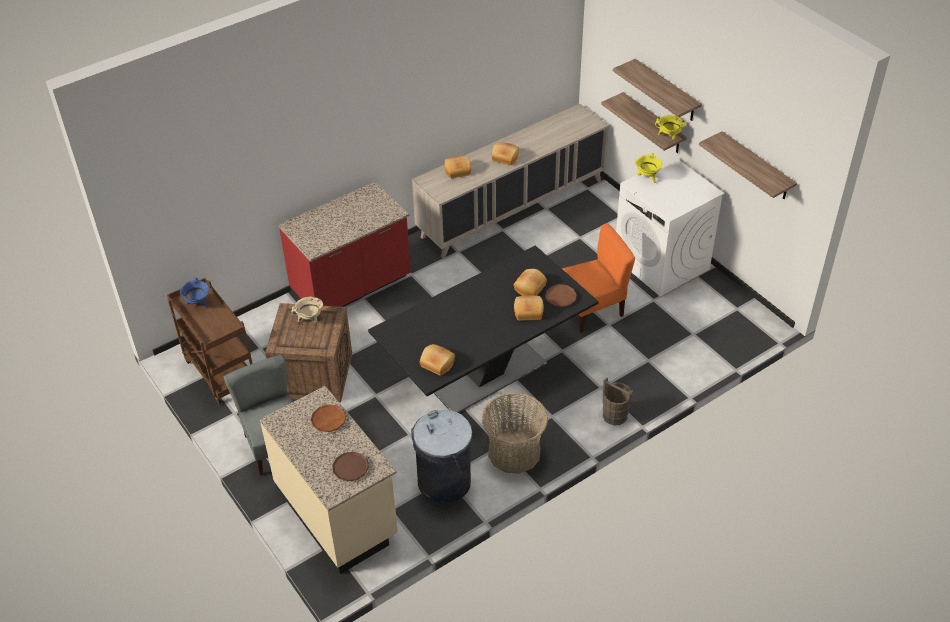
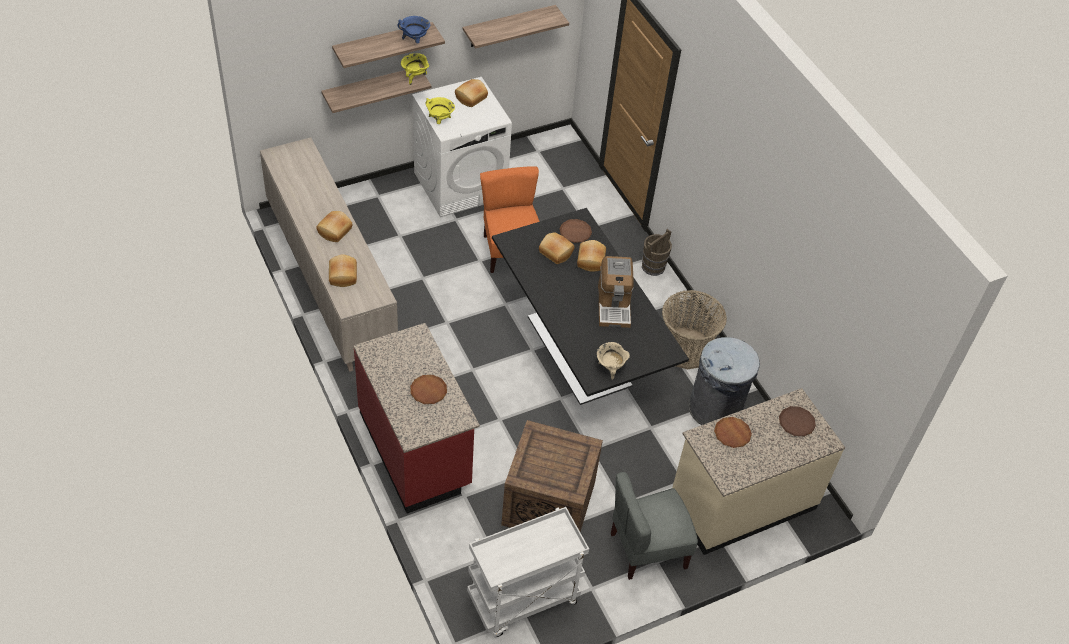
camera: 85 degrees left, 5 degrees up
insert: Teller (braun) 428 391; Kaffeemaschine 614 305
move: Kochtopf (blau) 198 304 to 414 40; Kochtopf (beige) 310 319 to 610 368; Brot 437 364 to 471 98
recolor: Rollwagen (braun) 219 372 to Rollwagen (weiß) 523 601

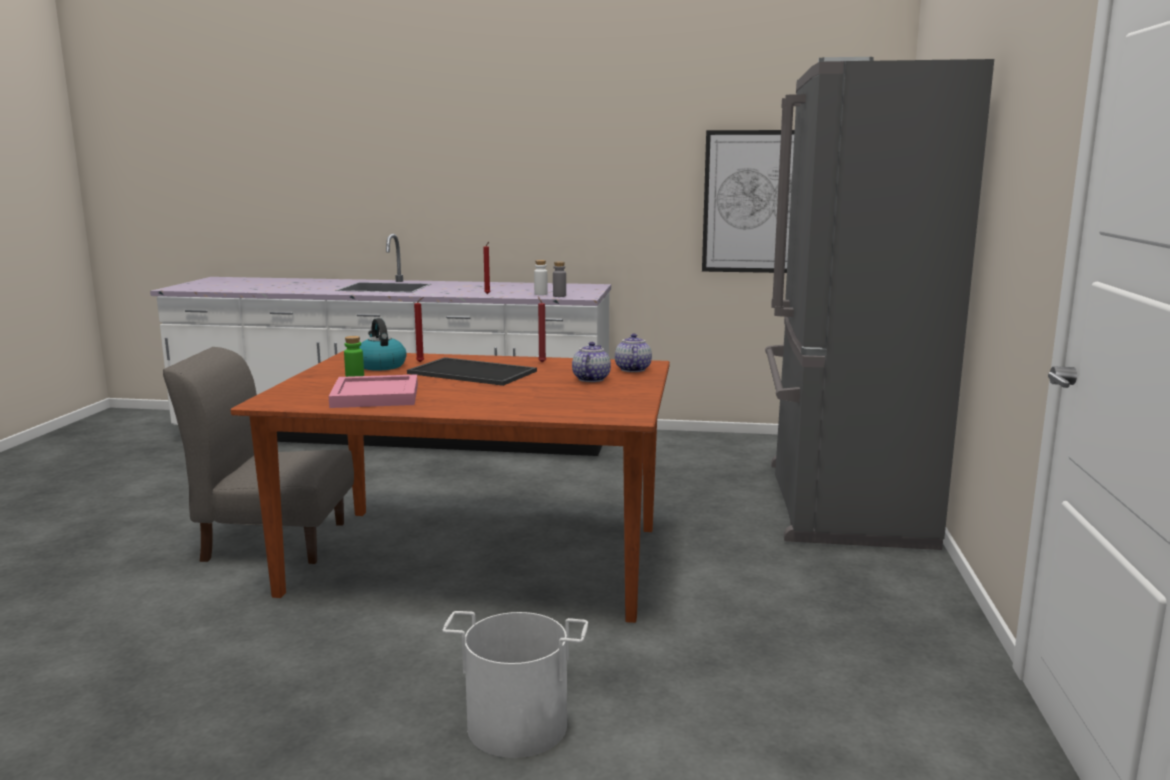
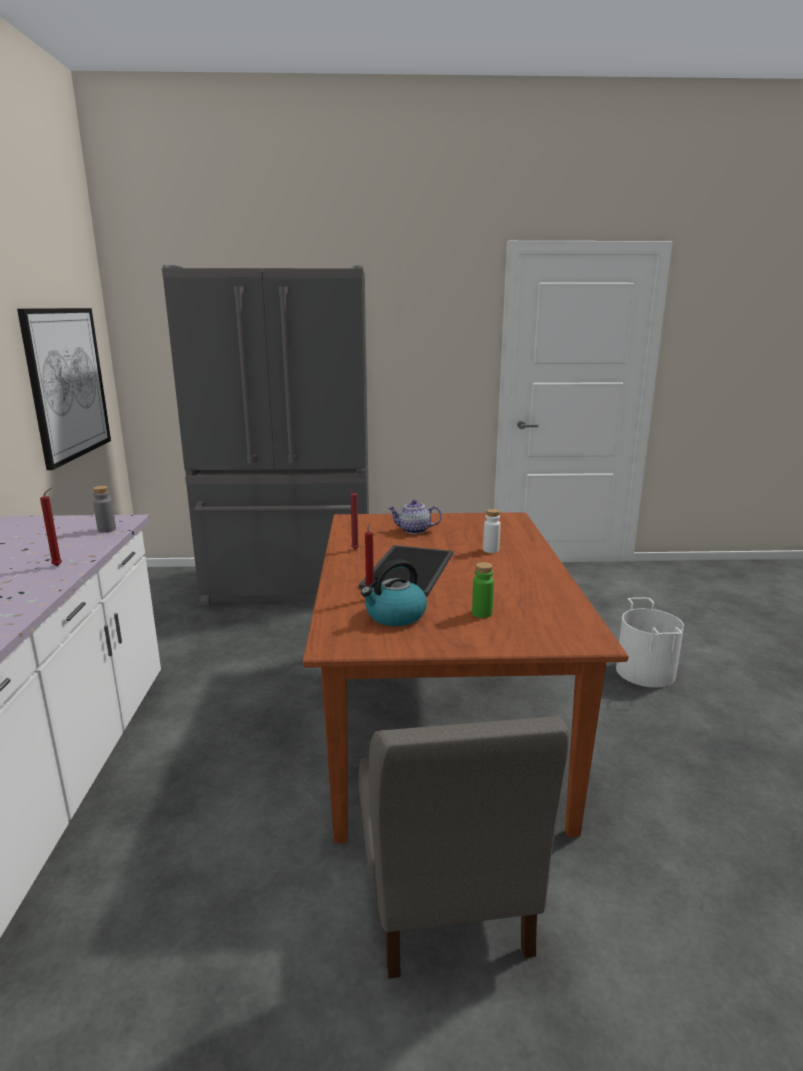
camera: 100 degrees left, 5 degrees up
delete: Tablett (rosa) 374 396; Teekanne 632 369
move: Flasche (weiß) 541 294 to 491 550

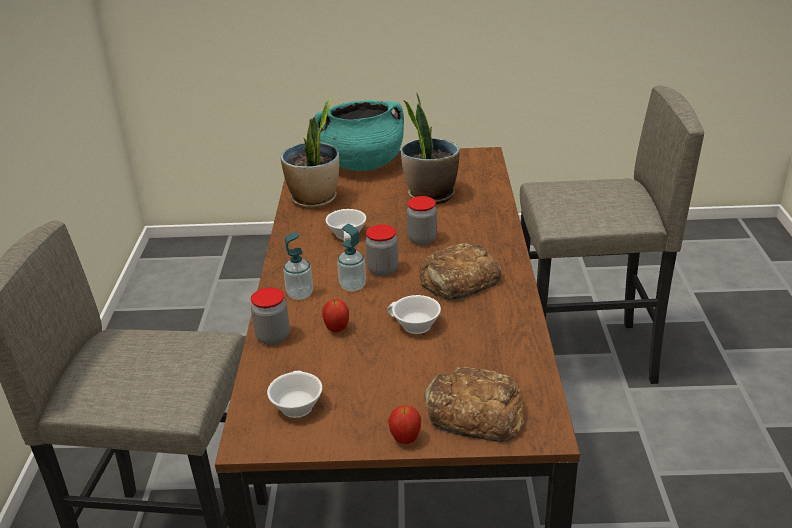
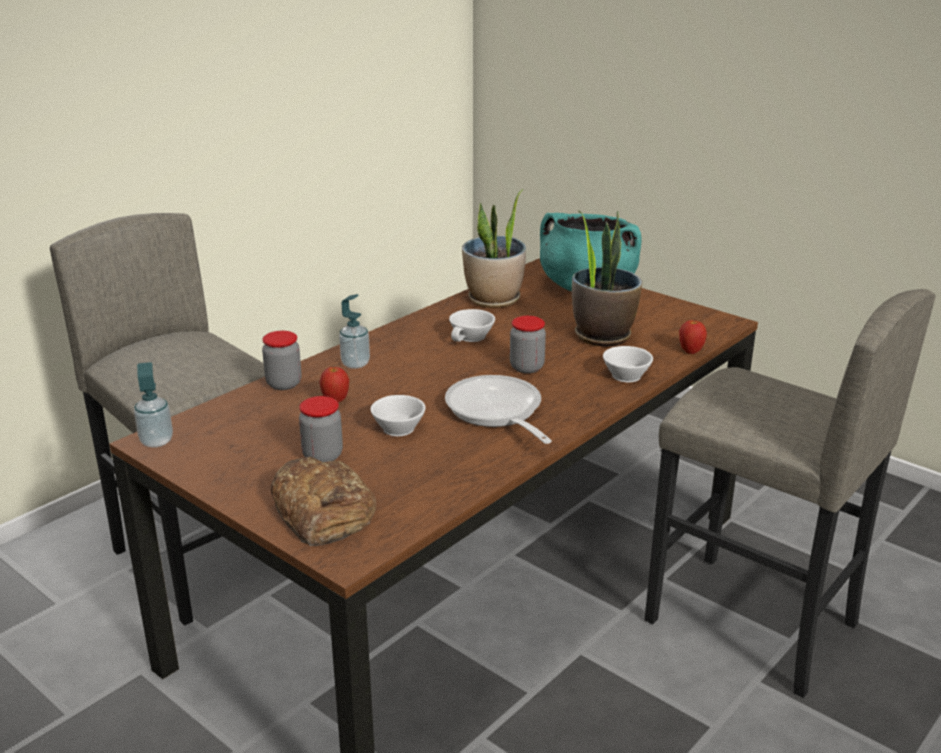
camera: 40 degrees right, 5 degrees down
move: Tasse (weiß) 295 406 to 625 374; Seifenspender 353 286 to 156 441; Vorratsglas 383 270 to 322 456; Apfel 405 440 to 690 351
replace: Brot 458 281 to Pfanne 496 412

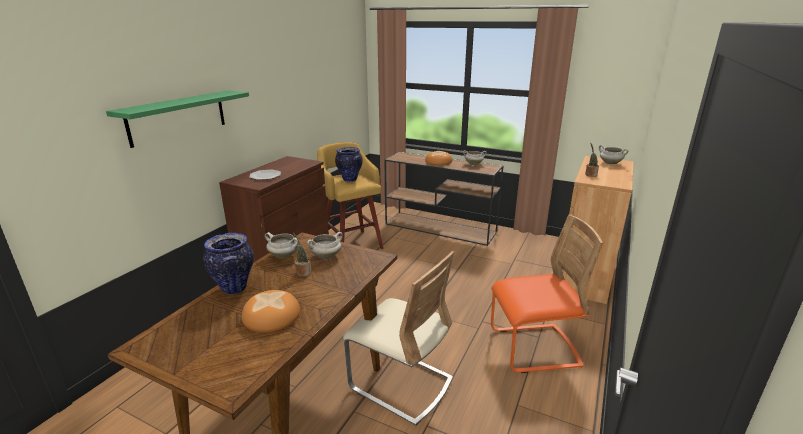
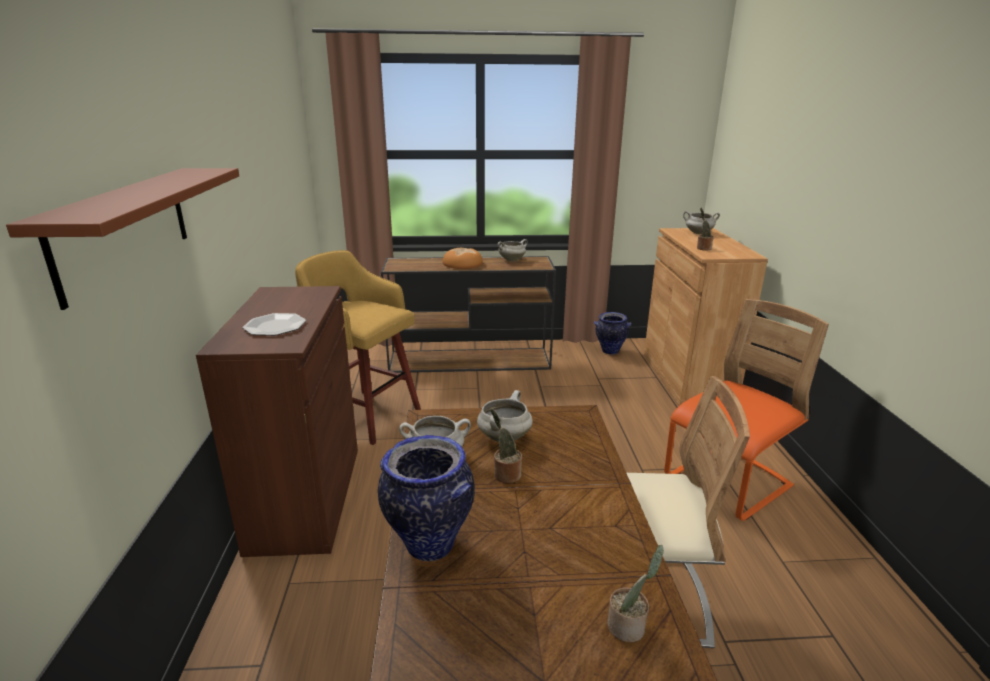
camera: 30 degrees left, 0 degrees up
delete: Brot 272 316
insert: Topfpflanze 629 626
move: Vase 349 179 to 609 351
recolor: Wandregal (grün) 178 117 to Wandregal (braun) 124 229

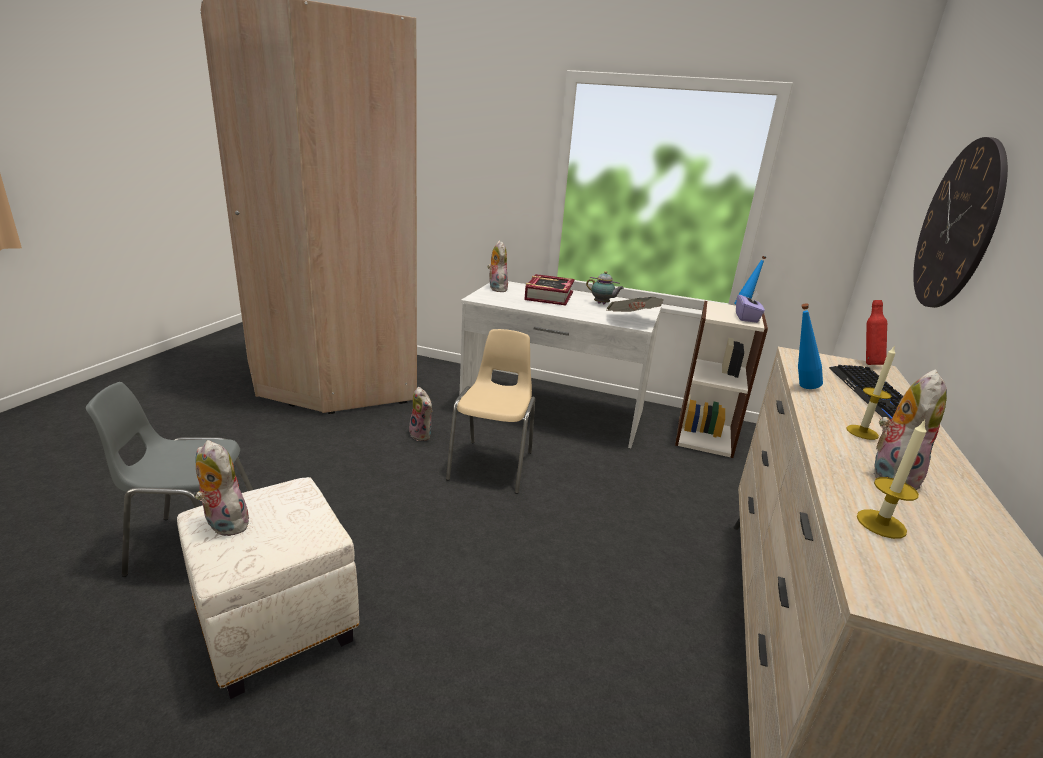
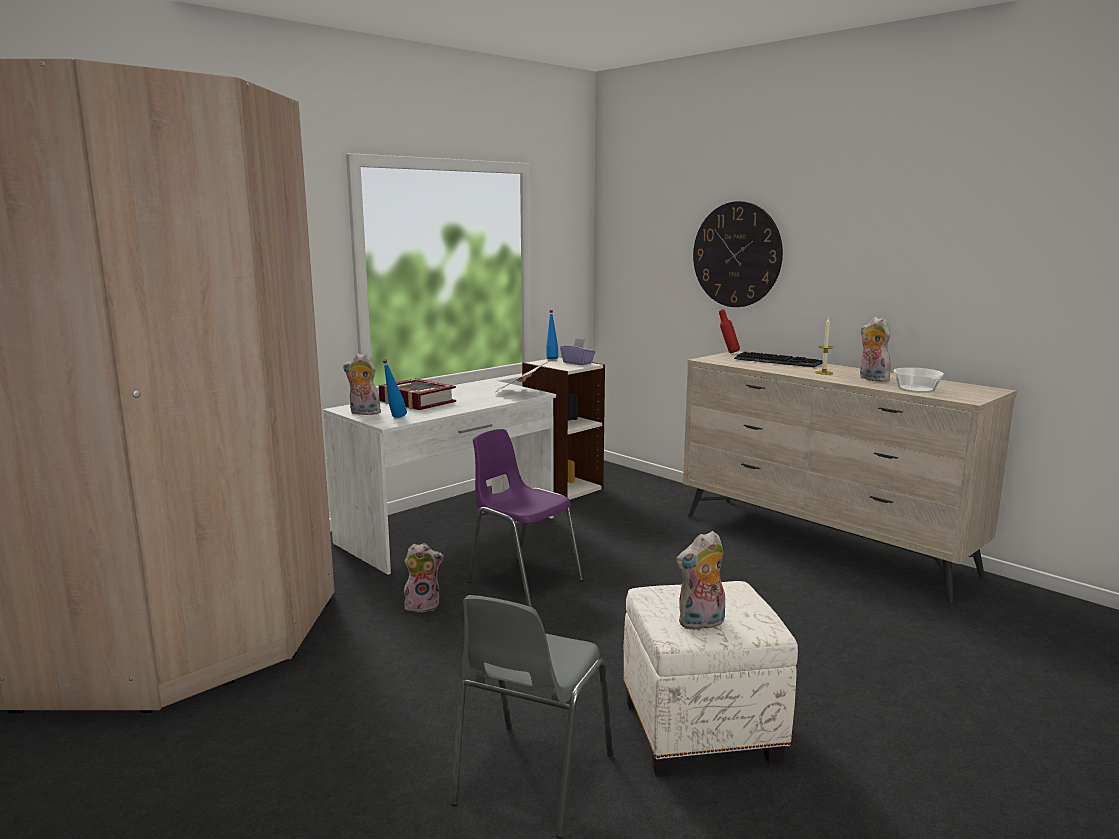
camera: 60 degrees left, 10 degrees down
delete: Teekanne 602 304
move: Flasche (blau) 798 387 to 395 418
replace: Kerze 881 524 to Schüssel 915 389
recolor: Stuhl (beige) 493 464 to Stuhl (lila) 522 581

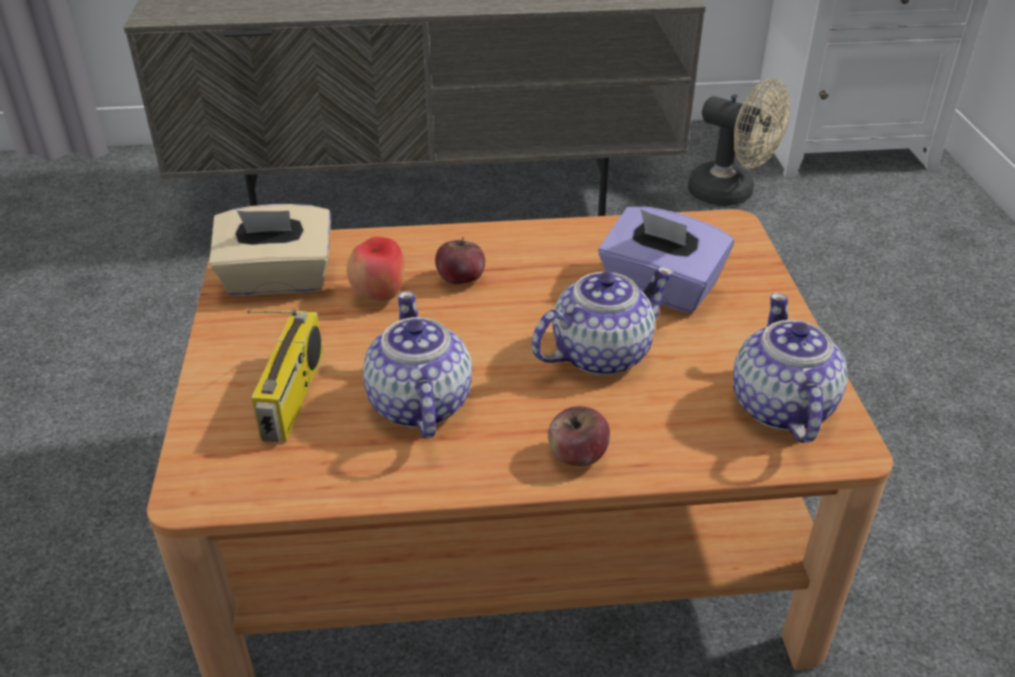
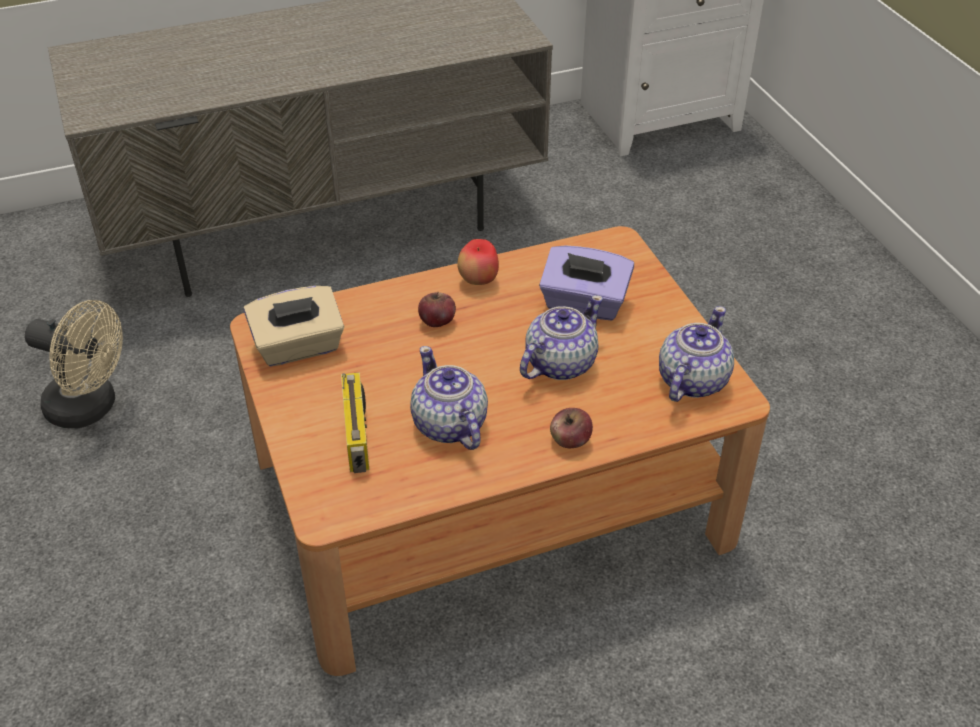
camera: 15 degrees left, 5 degrees up
move: Apfel 380 296 to 478 281; Ventilator (beige) 731 194 to 91 408
rotate: Teekanne 780 408 = 691 381 45 degrees clockwise

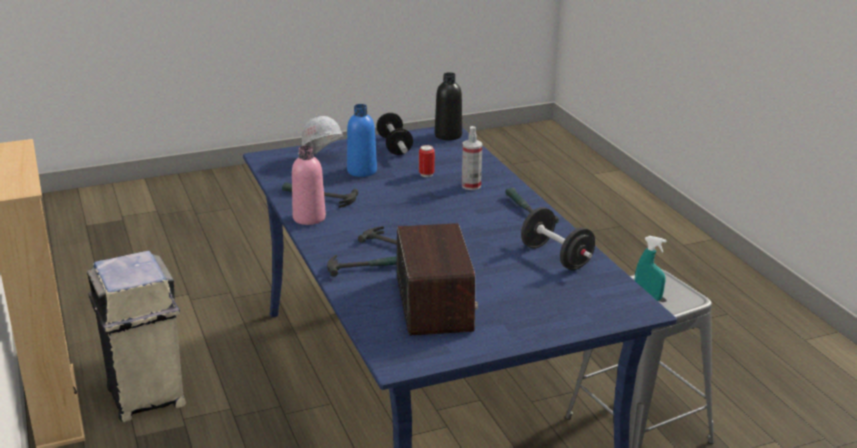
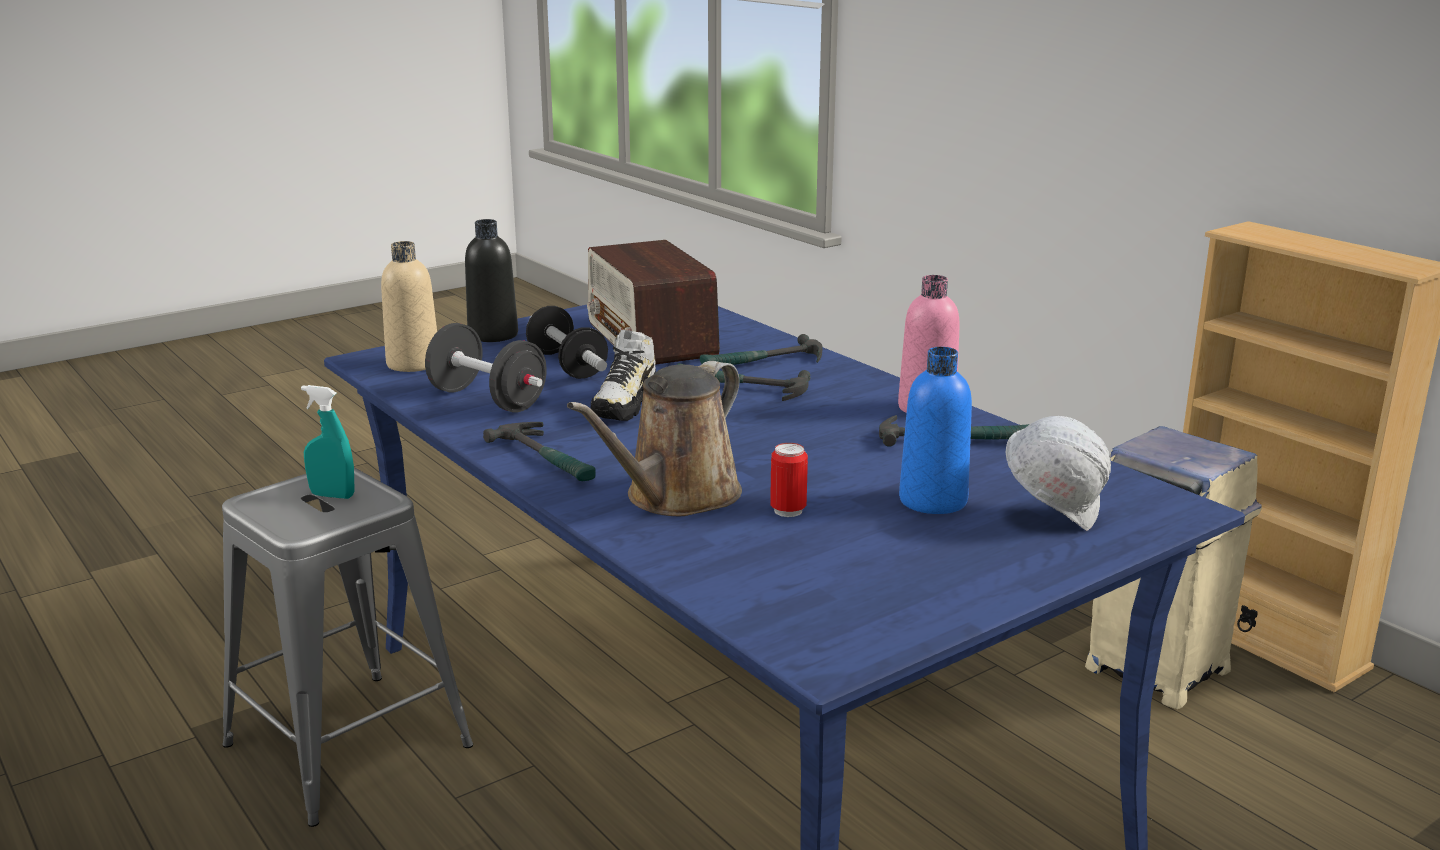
camera: 165 degrees right, 5 degrees down
insert: Flasche (beige) 413 364; Schuh 625 405
move: Hantel 394 146 to 567 365; Flasche (schwarz) 448 135 to 493 335
replace: Sprühflasche 471 186 to Gießkanne (braun) 676 497

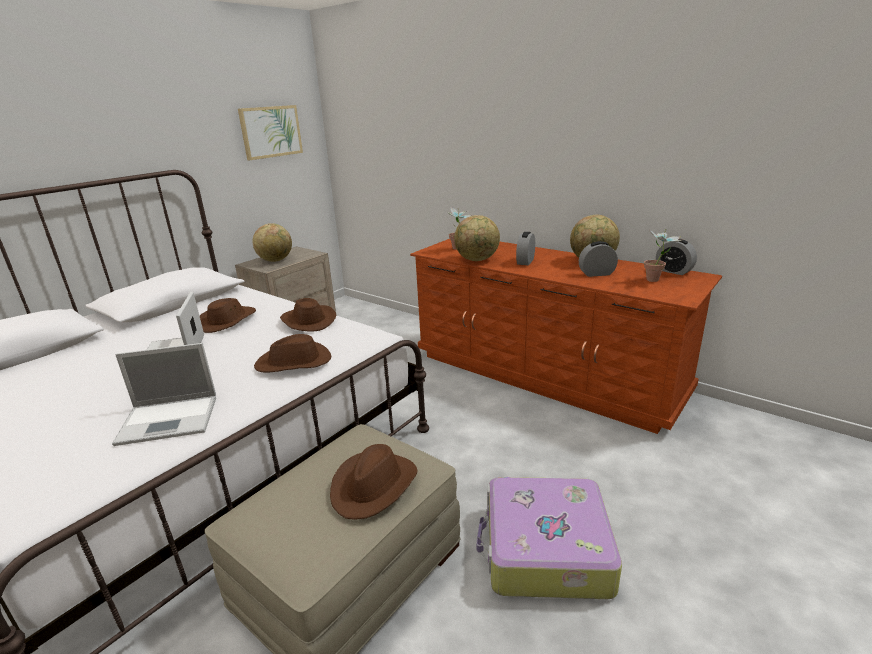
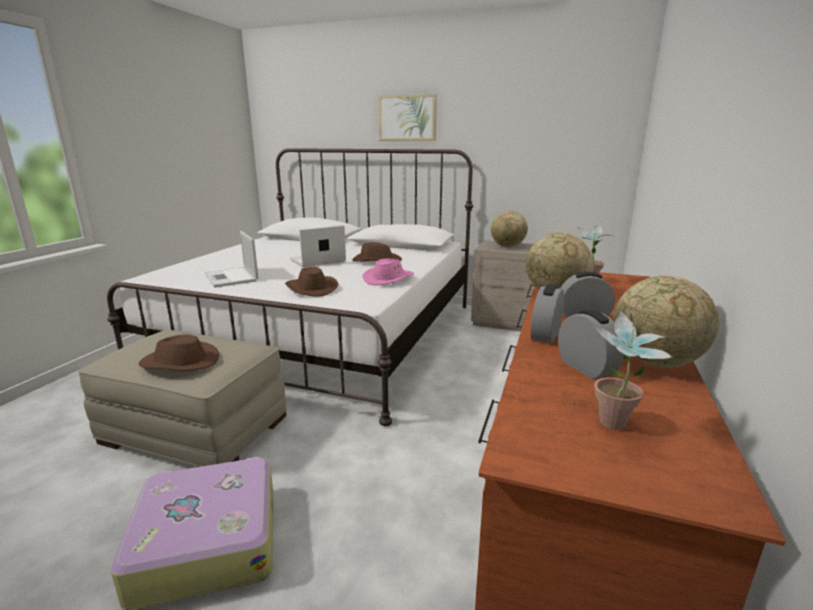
camera: 70 degrees right, 5 degrees down
move: Bild 271 132 to 407 118; Wecker 673 271 to 545 335
recolor: Hut (braun) 307 321 to Hut (rosa) 389 279

